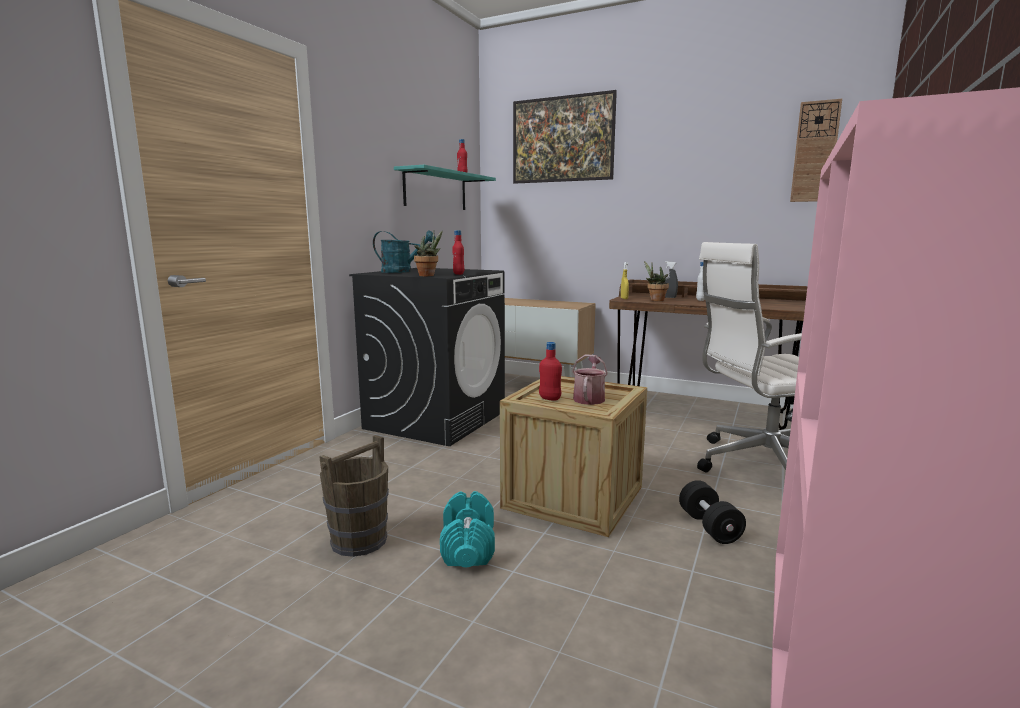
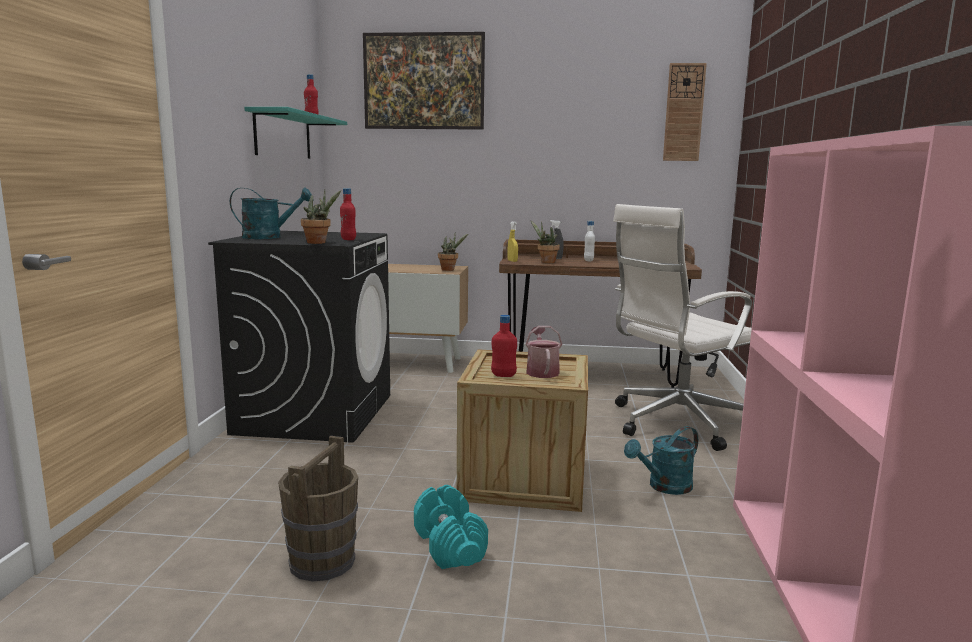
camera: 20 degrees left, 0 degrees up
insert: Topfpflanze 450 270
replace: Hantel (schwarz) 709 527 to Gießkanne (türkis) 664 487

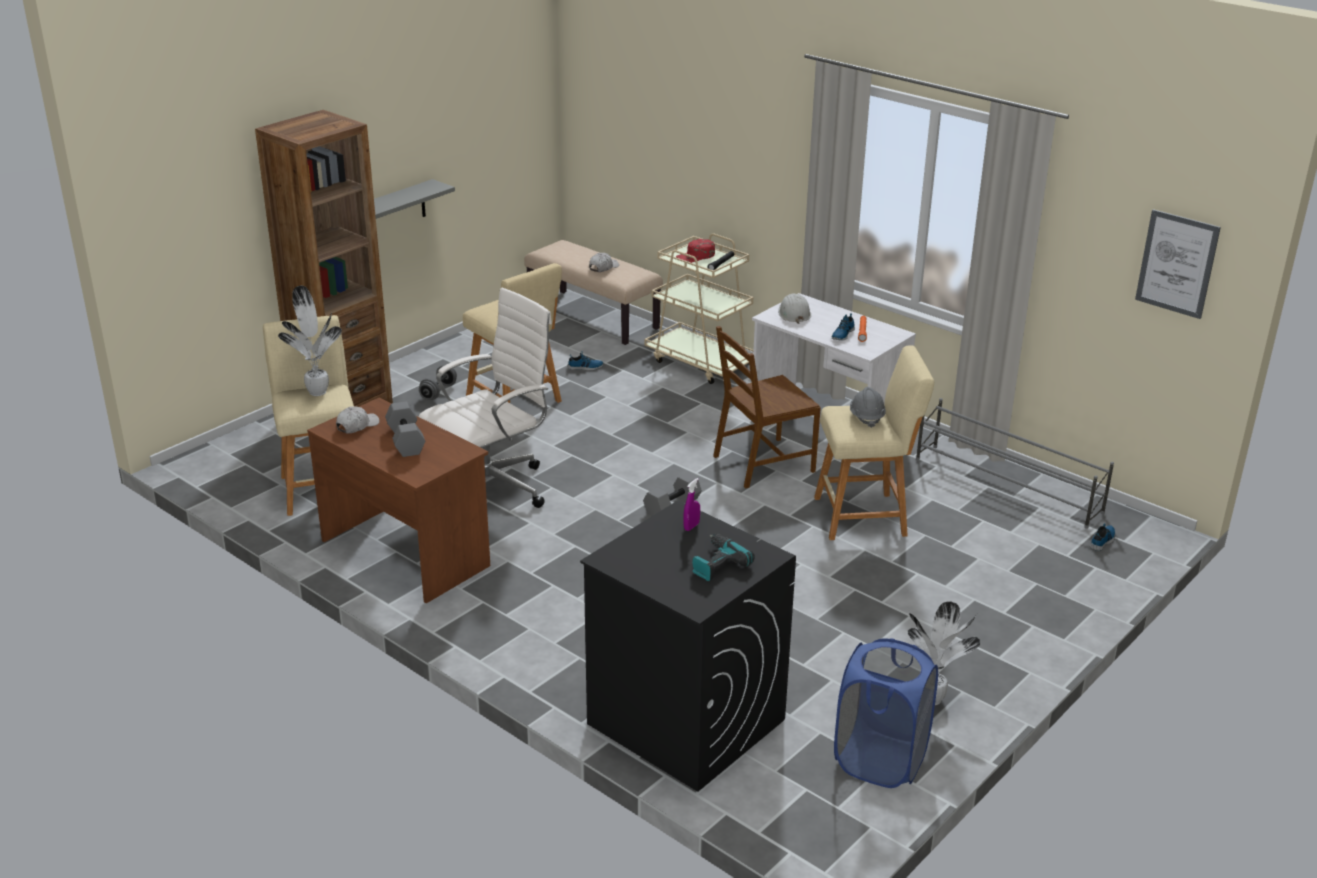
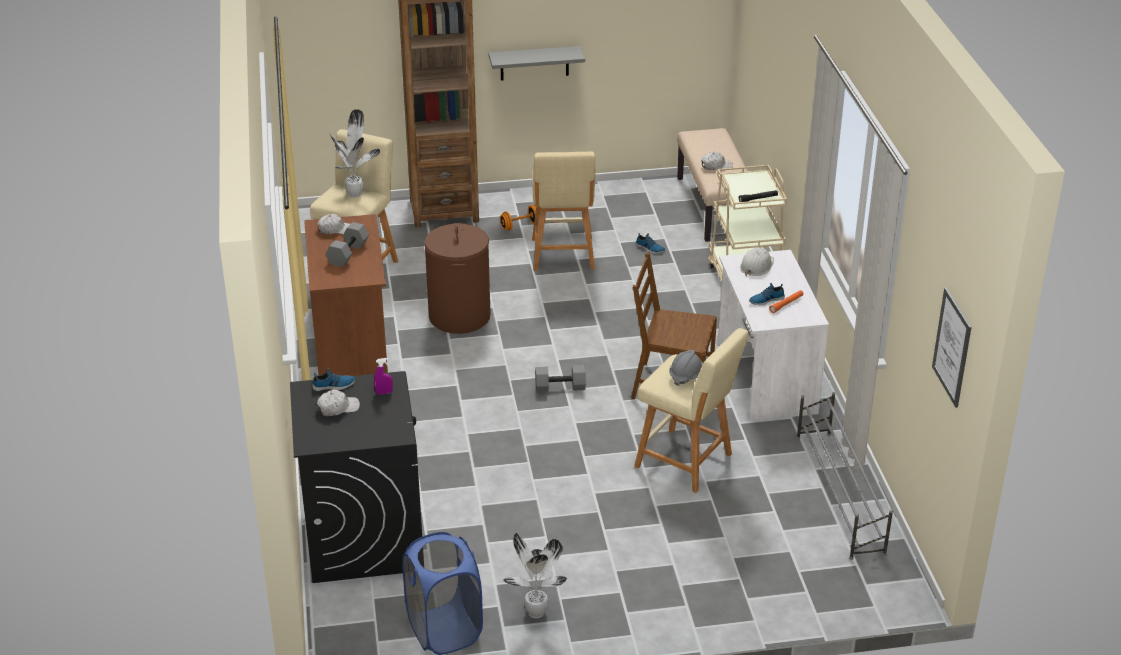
camera: 40 degrees right, 5 degrees up
delete: Kappe (rot) 696 256; Bohrmaschine 716 564
insert: Kappe (weiß) 338 408
move: Schuh 1103 540 to 334 386
replace: Bürostuhl (weiß) 491 488 to Wäschekorb (braun) 460 316
recolor: Hantel (grau) 438 392 to Hantel (orange) 520 226

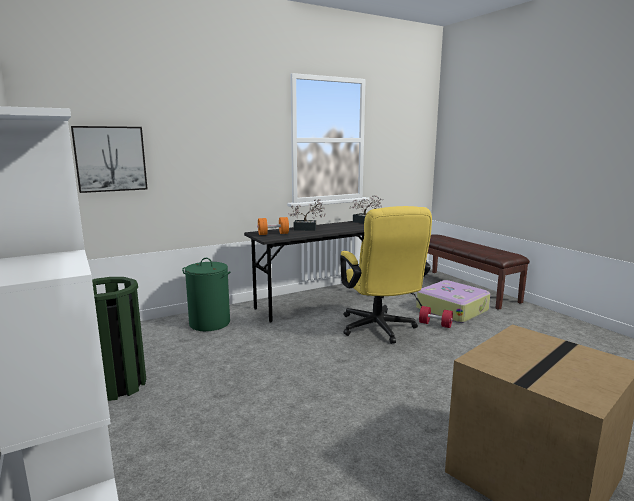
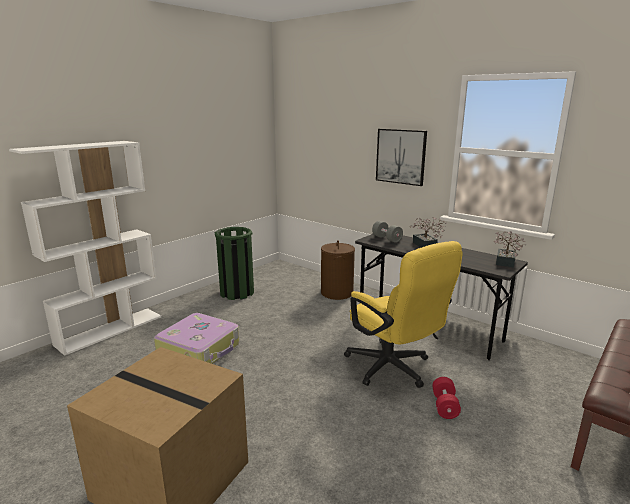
camera: 70 degrees right, 5 degrees up
move: Bild 110 159 to 401 156; Koffer 452 309 to 200 350
recolor: Wäschekorb (grün) 209 323 to Wäschekorb (braun) 337 293; Hantel (orange) 273 234 to Hantel (grau) 386 239
rotate: Bürostuhl (gelb) 379 330 = 393 369 90 degrees counterclockwise

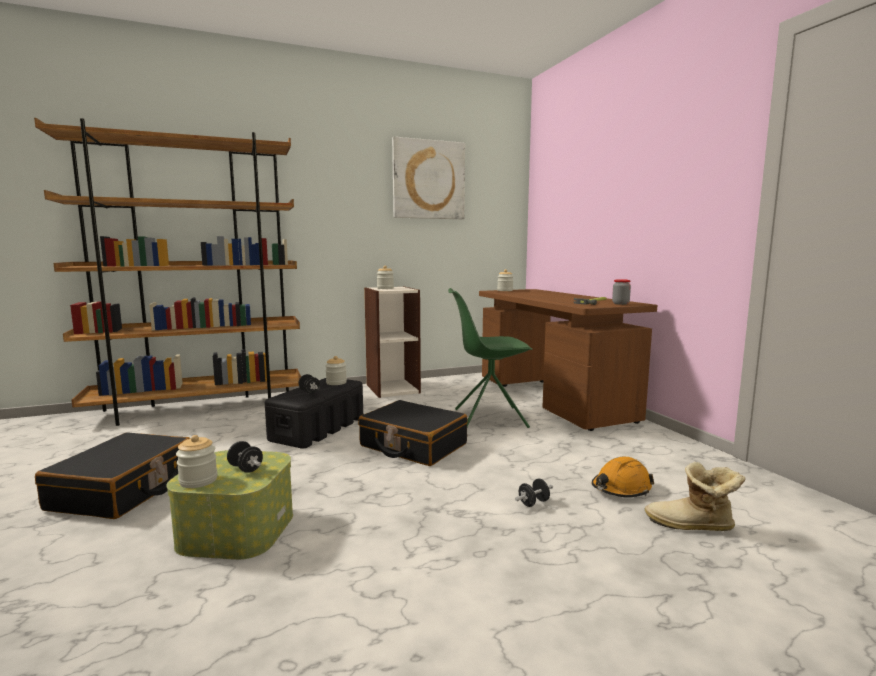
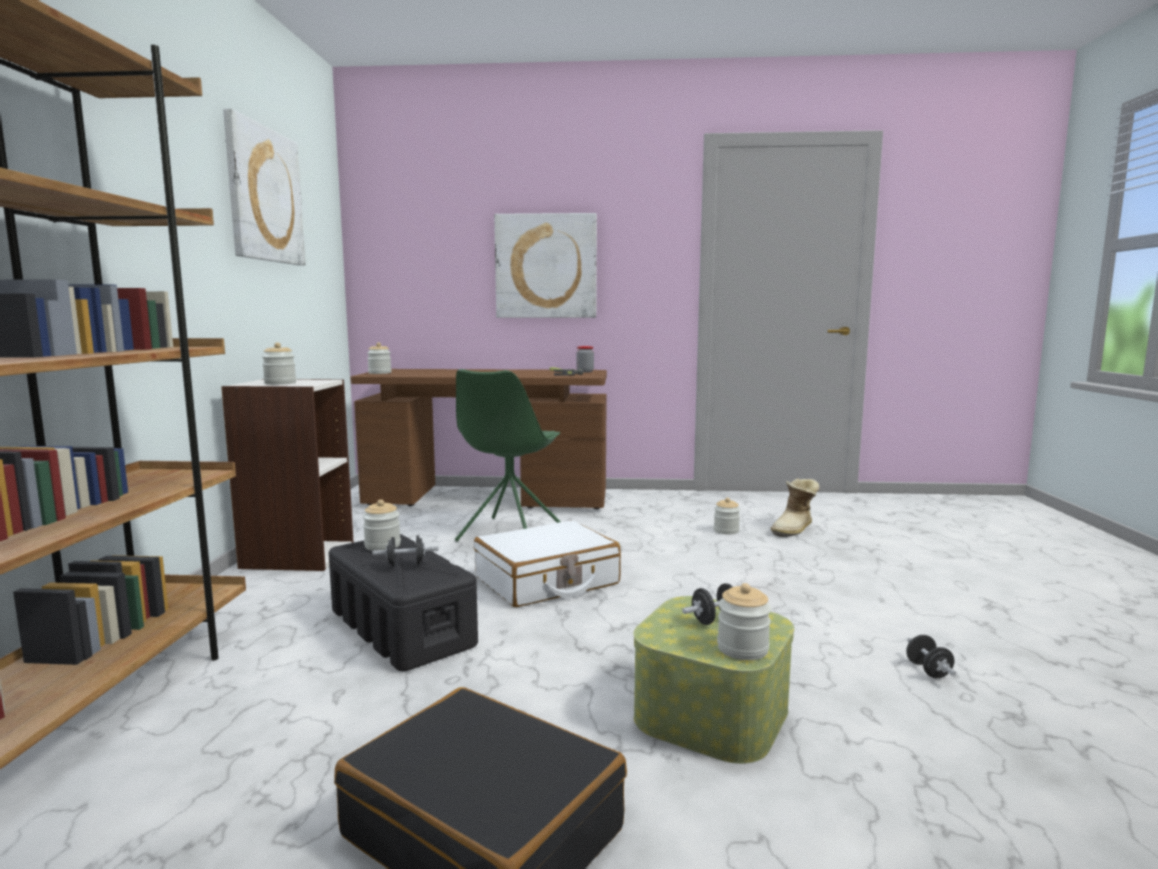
camera: 65 degrees left, 0 degrees up
insert: Bild 546 266
move: Hantel (schwarz) 533 503 to 928 671
replace: Schutzhelm (orange) 621 489 to Vorratsglas 726 531
recolor: Koffer (schwarz) 413 445 to Koffer (weiß) 547 581

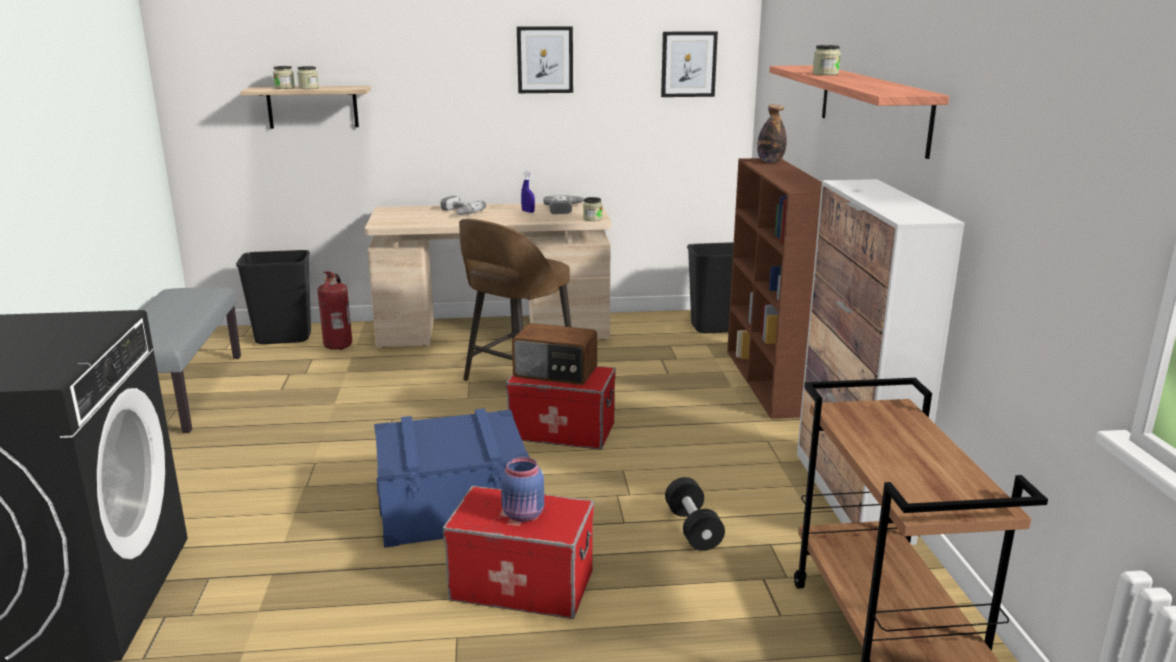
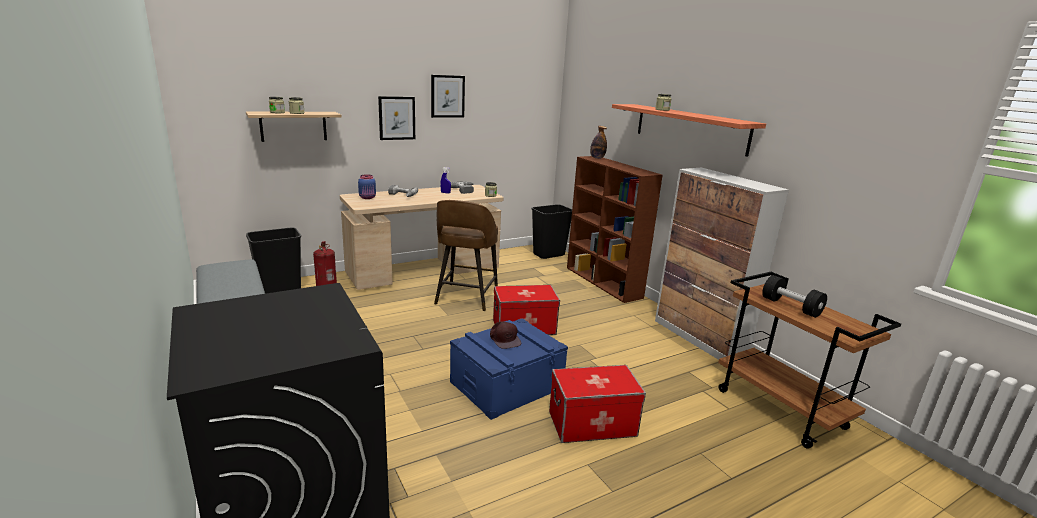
camera: 25 degrees left, 0 degrees up
delete: Radio 555 373
insert: Kappe (braun) 504 339
move: Vorratsglas (blau) 524 515 to 368 198; Bild 688 64 to 397 118; Hantel (schwarz) 693 529 to 790 307

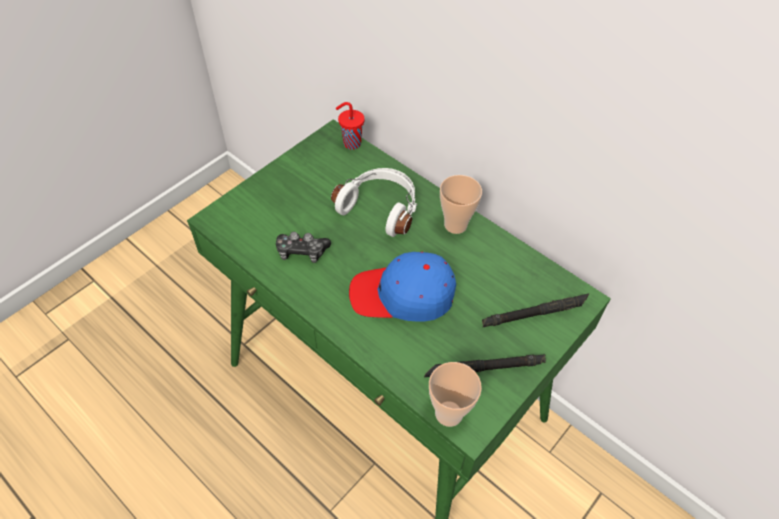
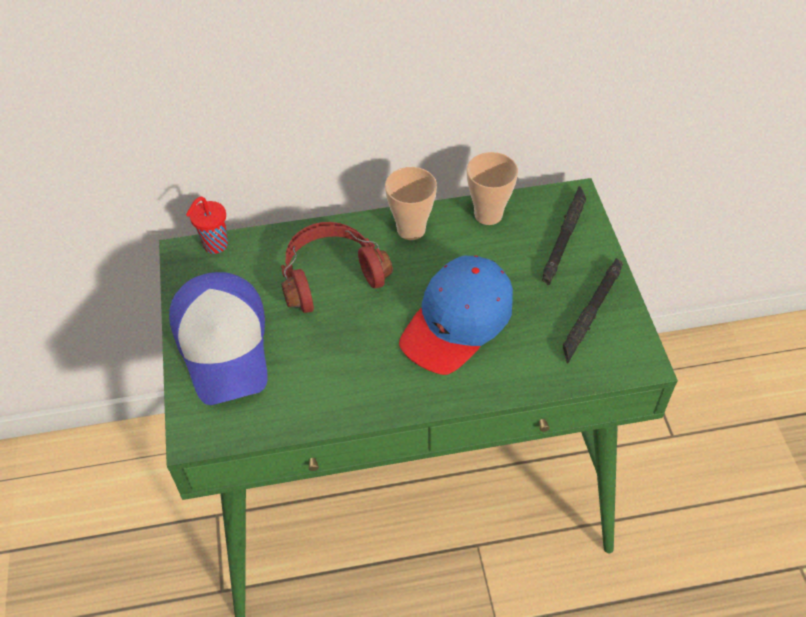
camera: 50 degrees left, 0 degrees up
delete: Gamepad 302 252
insert: Kappe 225 345
move: Tasse 449 413 to 488 215
recolor: Kopfhörer (weiß) 380 207 to Kopfhörer (rot) 330 274

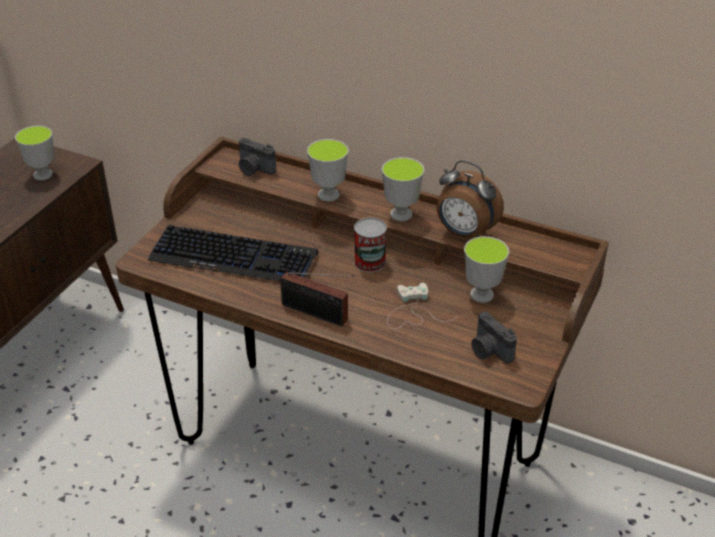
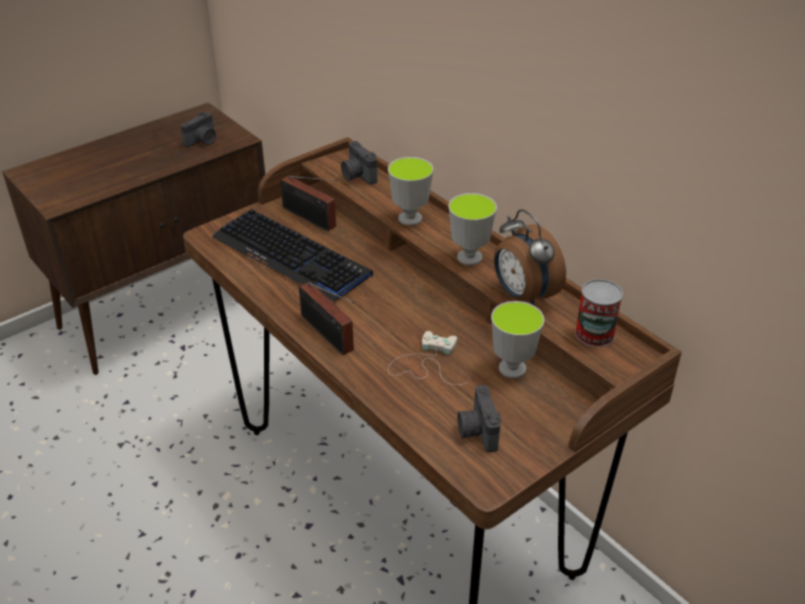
camera: 25 degrees right, 0 degrees up
insert: Radio 311 219
move: Dose 370 262 to 594 334
replace: Tasse 43 175 to Kamera 202 141

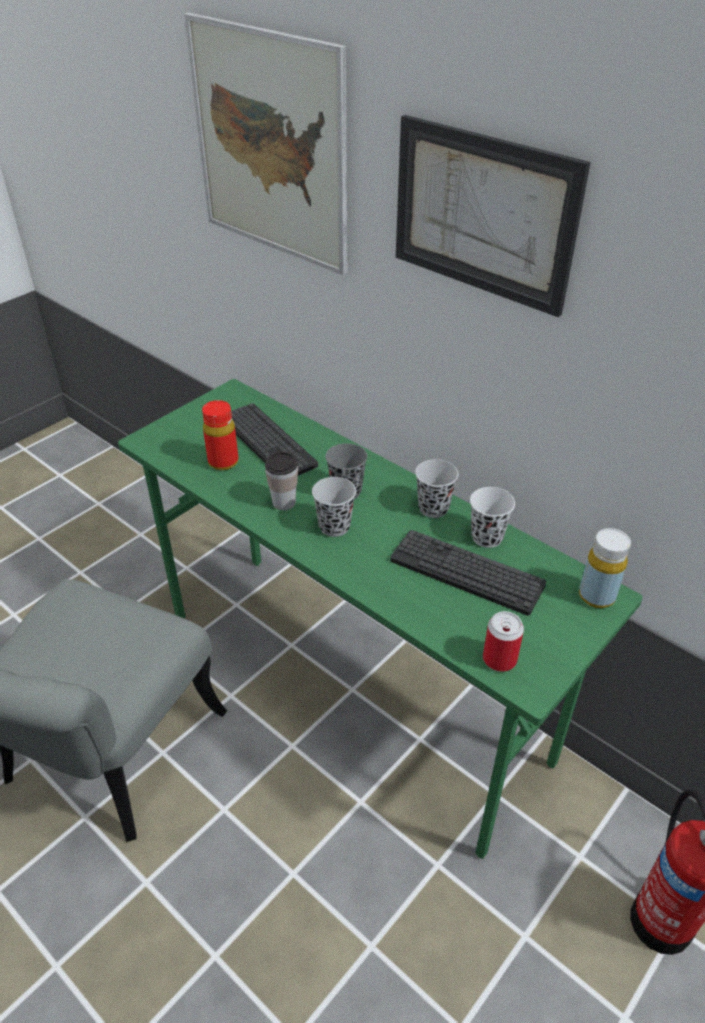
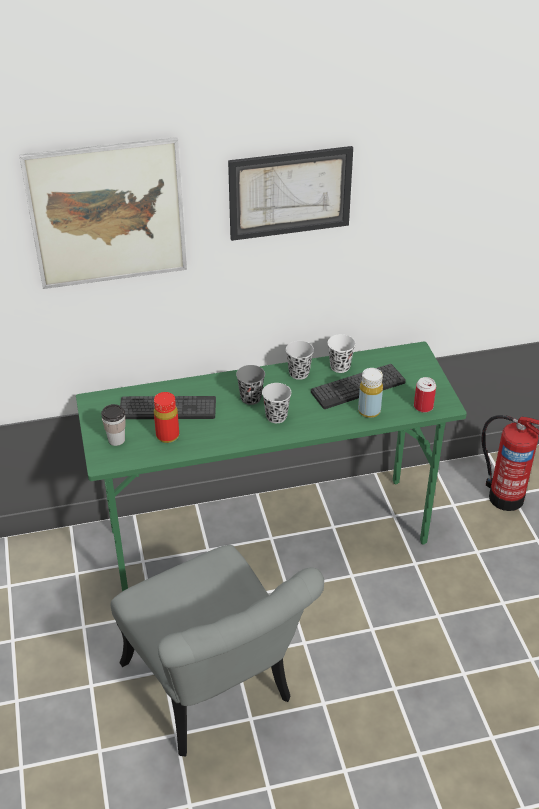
camera: 55 degrees left, 0 degrees up
move: Tasse 284 502 to 116 440; Flasche (gelb) 596 596 to 369 411

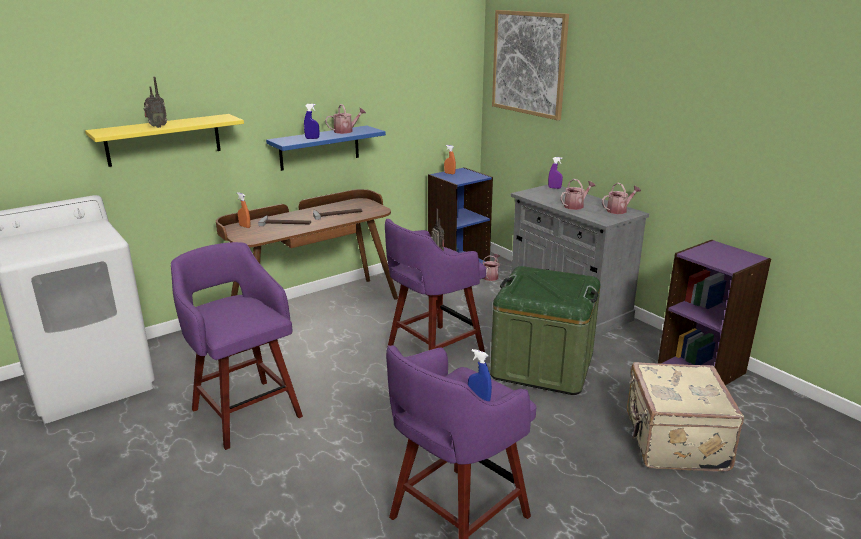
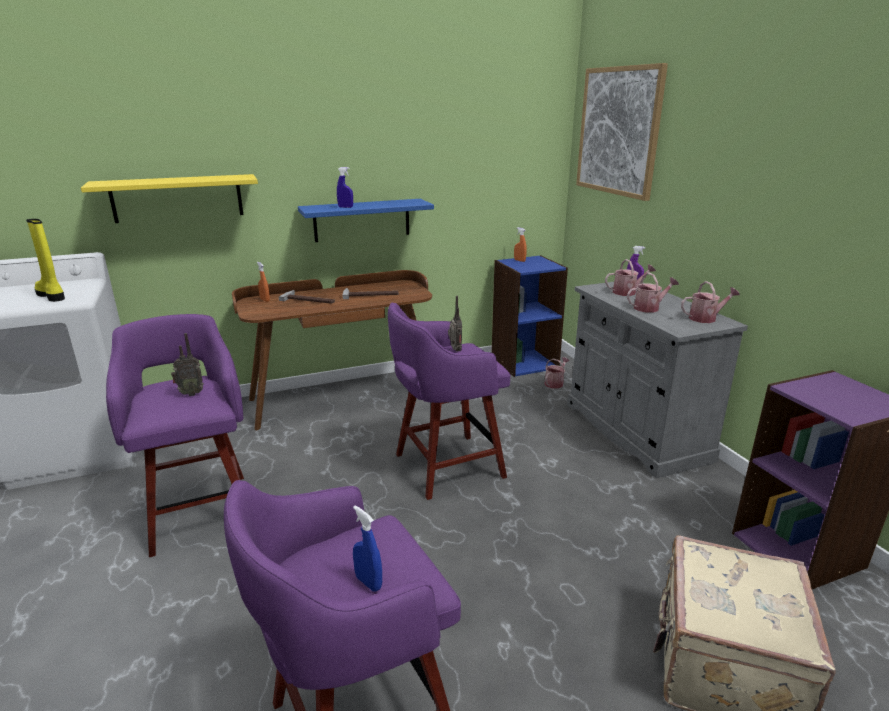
camera: 15 degrees right, 0 degrees up
delete: Aufbewahrungsbox (grün) 542 365
insert: Stiefel (gelb) 52 296
move: Radio 157 127 to 191 393; Gießkanne 346 131 to 627 292

